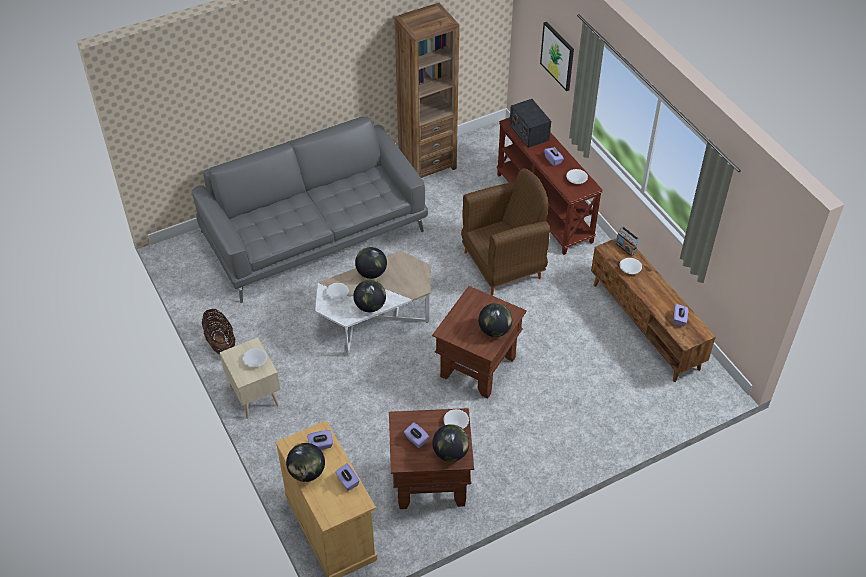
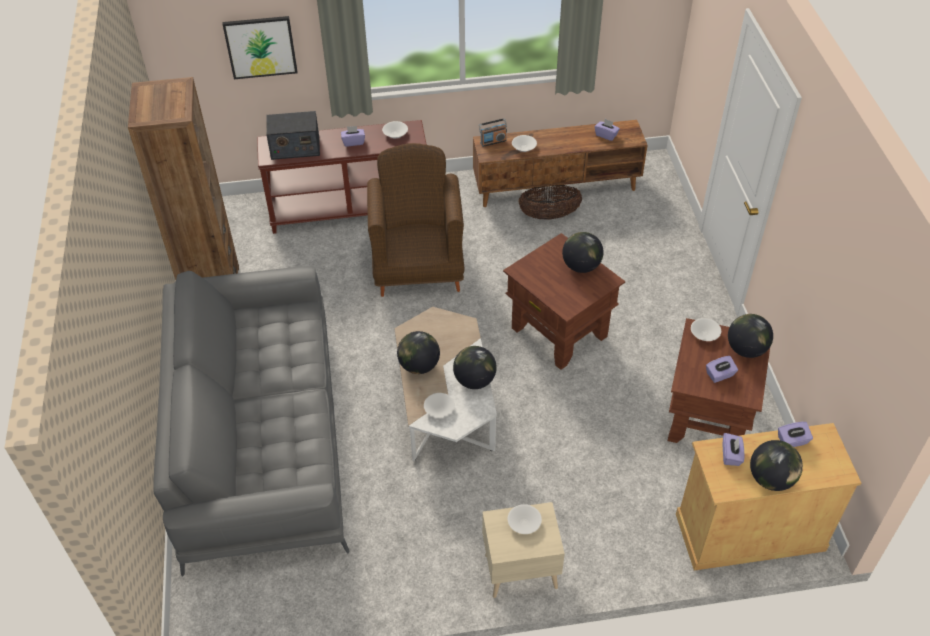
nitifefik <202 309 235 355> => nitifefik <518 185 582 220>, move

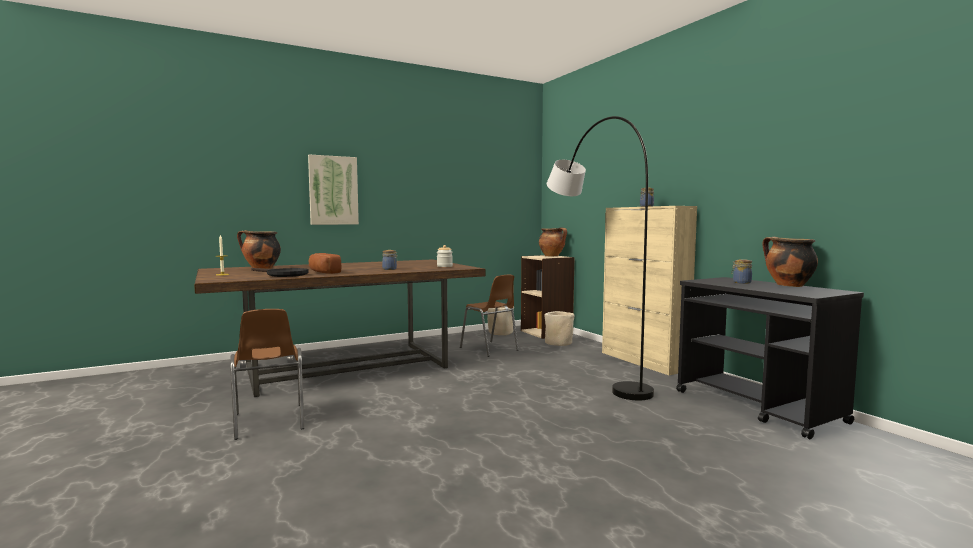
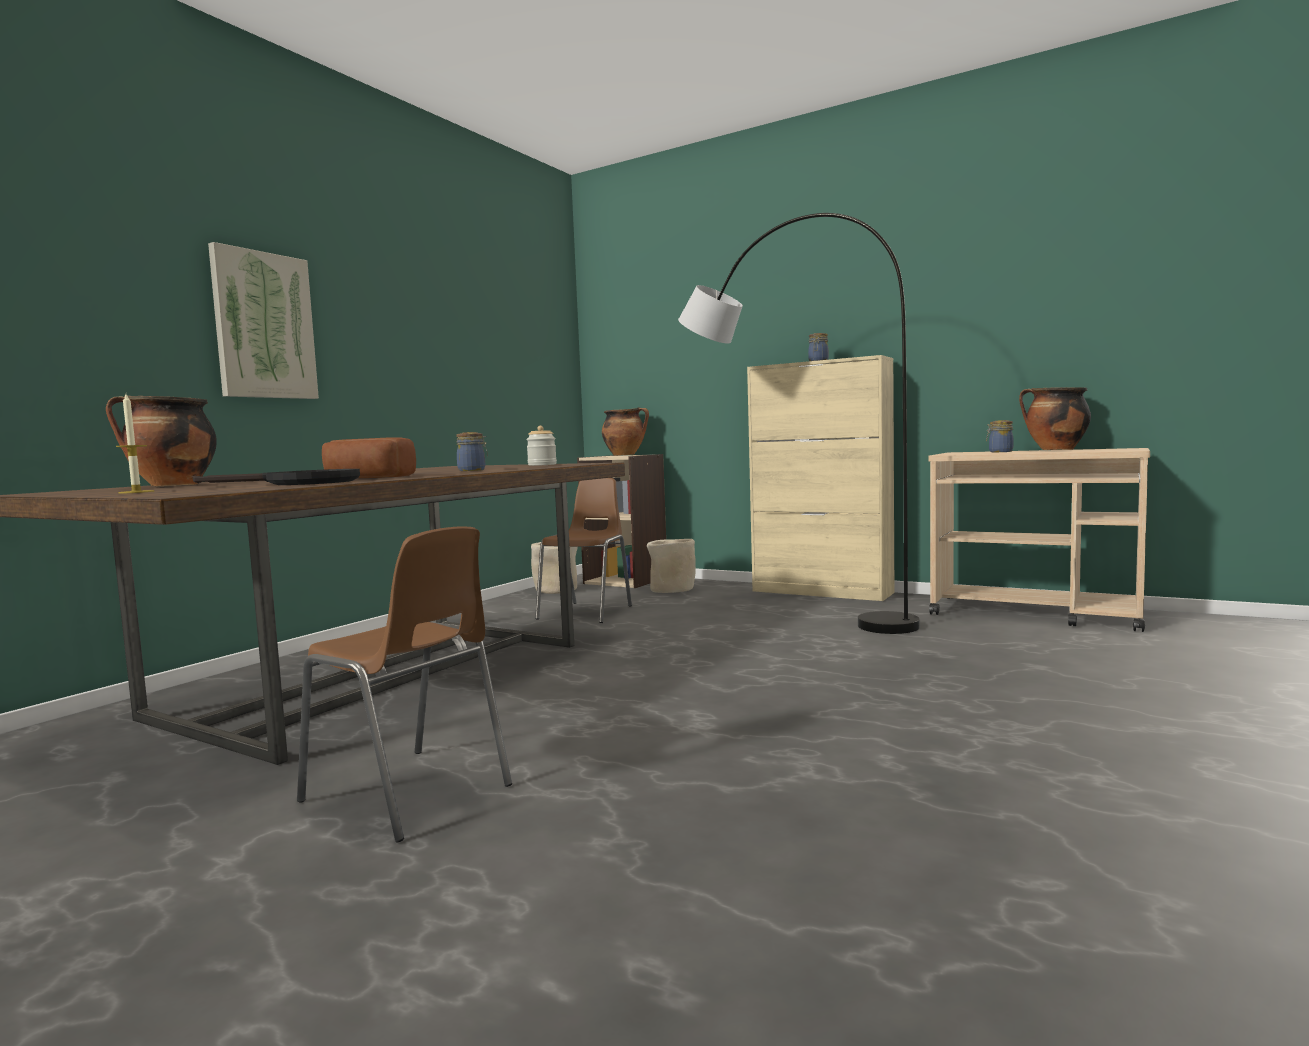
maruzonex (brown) <460 275 519 357> => maruzonex (brown) <535 478 632 623>, 90 degrees counterclockwise
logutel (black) <676 277 864 439> => logutel (beige) <928 448 1150 632>

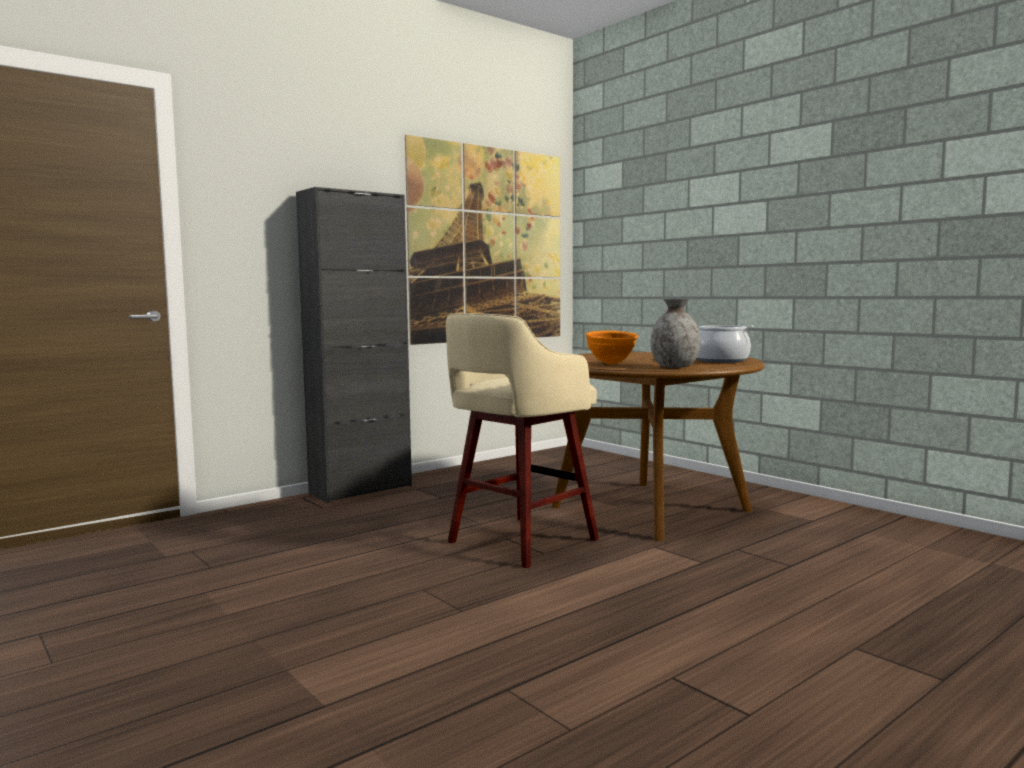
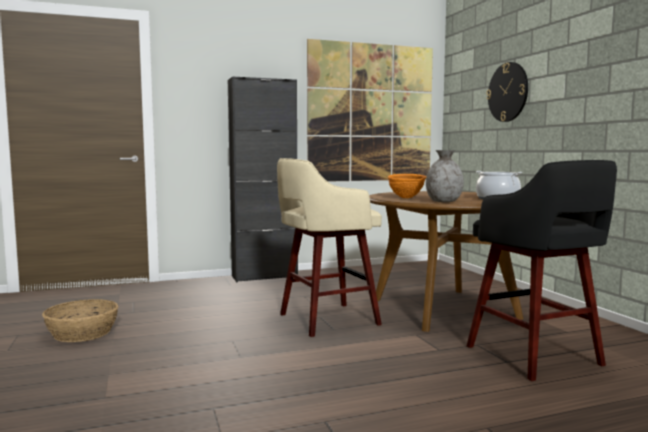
nothing => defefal <486 62 528 122>
nothing => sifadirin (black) <467 160 617 381>
nothing => nitifefik <42 299 118 342>

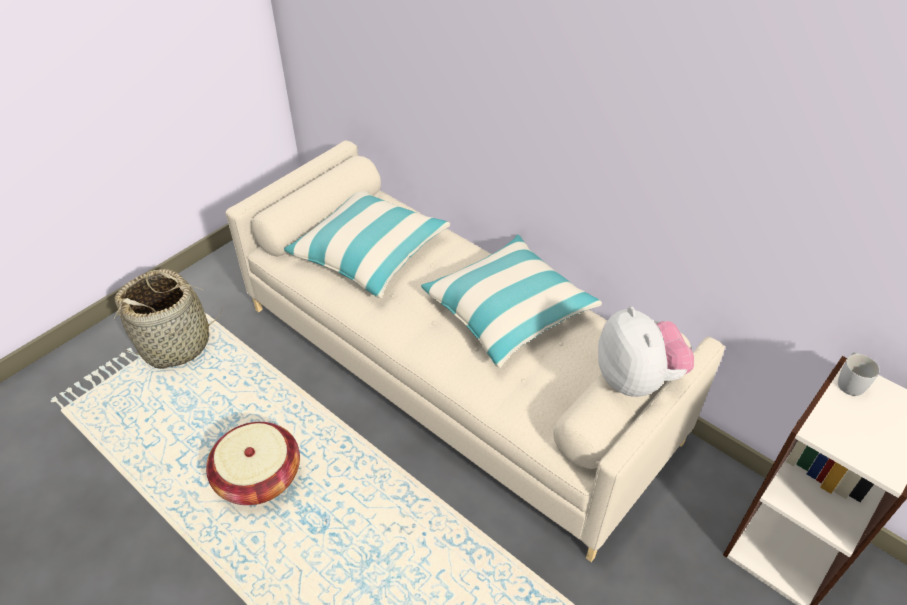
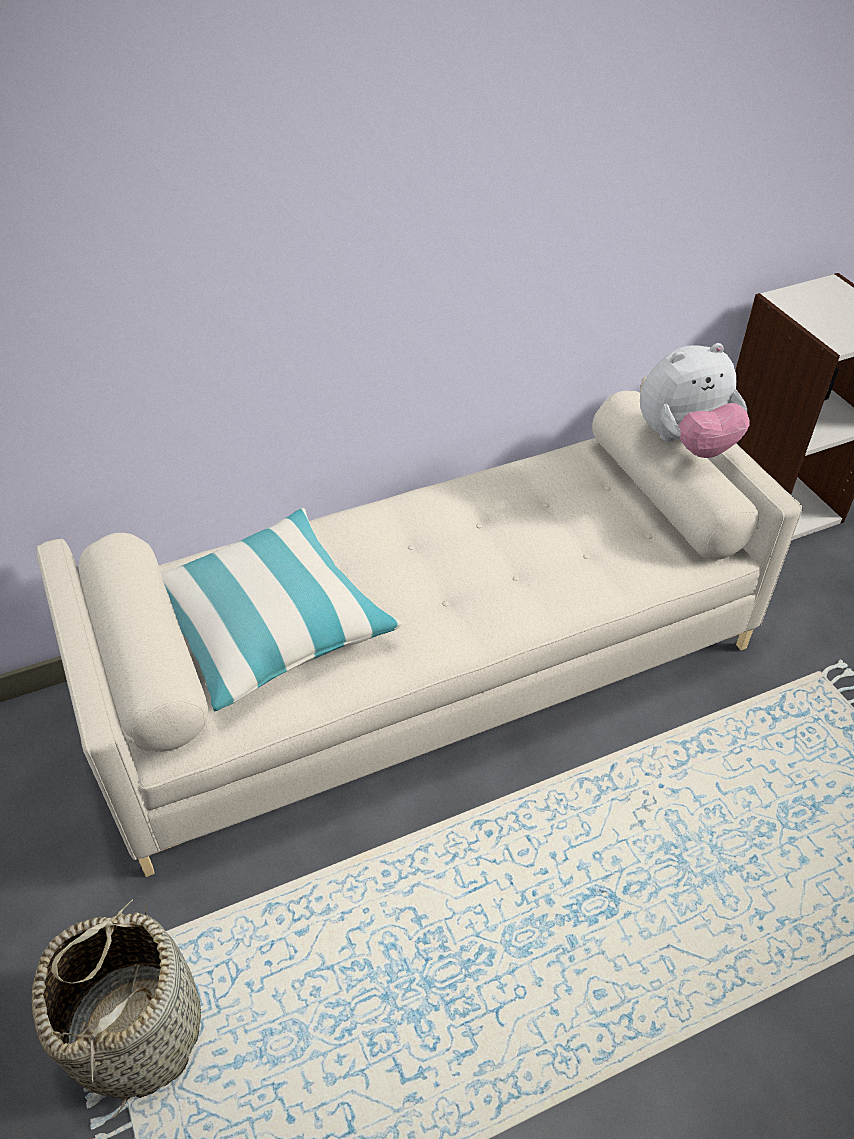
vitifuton <421 235 602 368> => nothing
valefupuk <598 306 694 397> => valefupuk <640 343 750 458>, 150 degrees clockwise
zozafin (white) <838 352 880 396> => nothing
nitifefik <206 422 300 505> => nothing

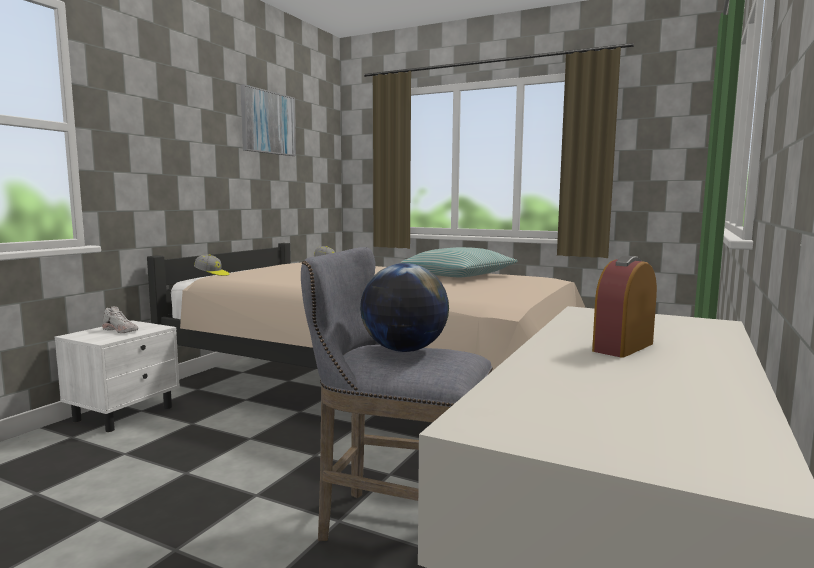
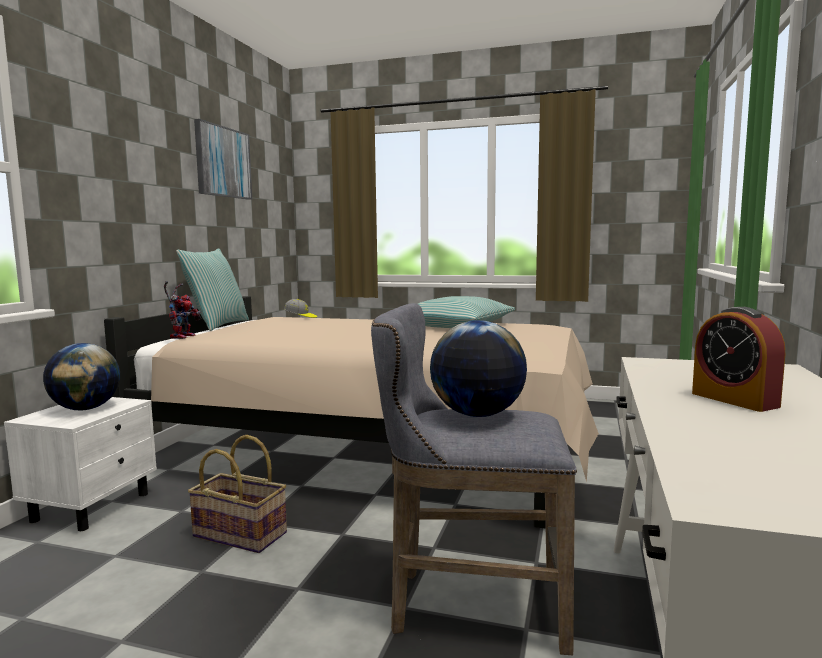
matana <194 254 229 276> => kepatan <164 281 201 339>
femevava <592 255 657 358> => femevava <692 307 785 412>, 60 degrees counterclockwise
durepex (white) <102 307 138 333> => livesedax <43 343 120 410>
nothing => vitifuton <176 248 249 331>
nothing => nitifefik <188 435 287 553>

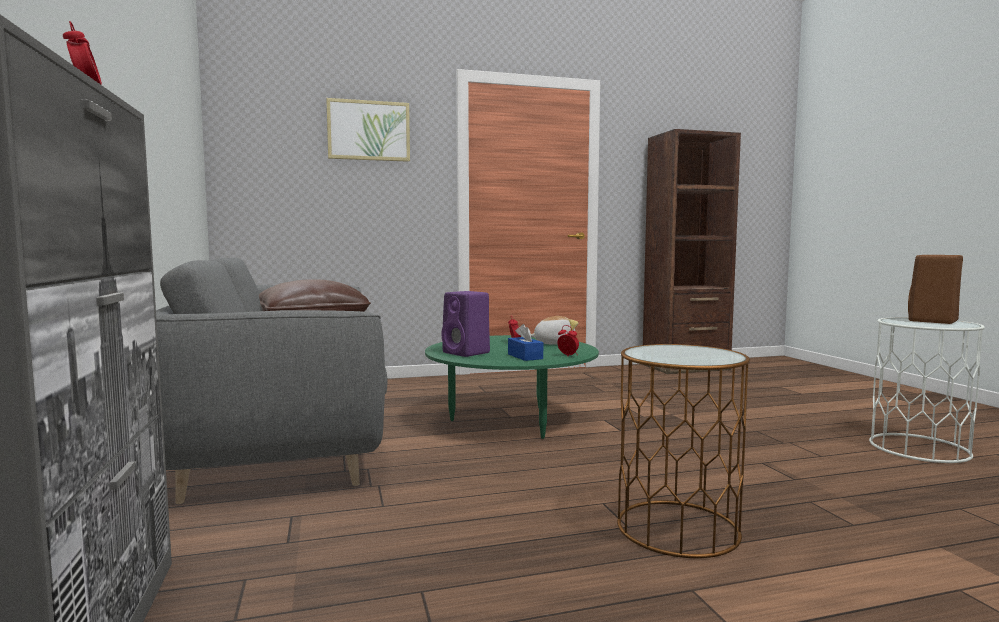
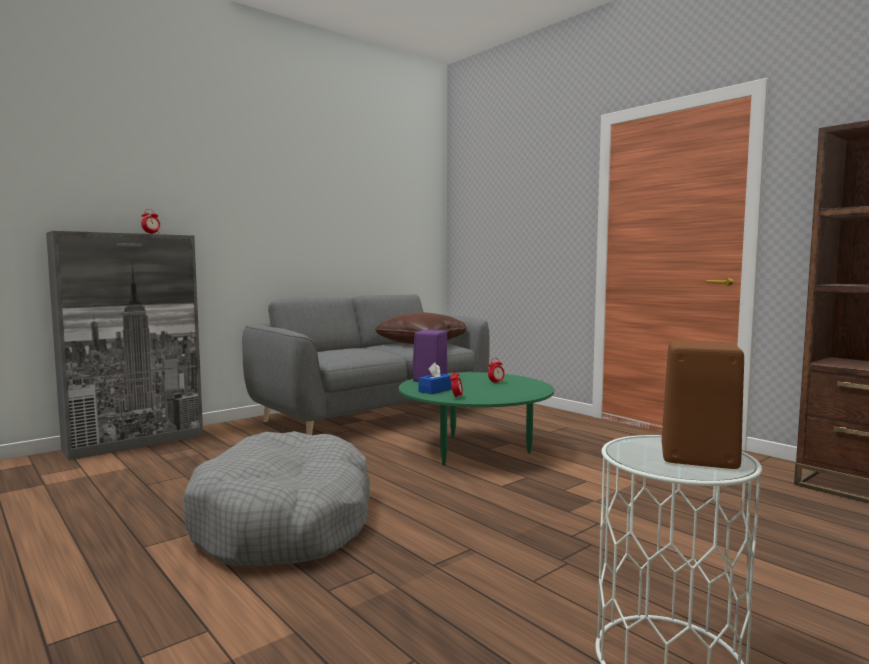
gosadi <326 98 410 162> => nothing
valefupuk <531 316 578 345> => nothing
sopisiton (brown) <617 344 750 558> => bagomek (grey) <182 431 370 566>

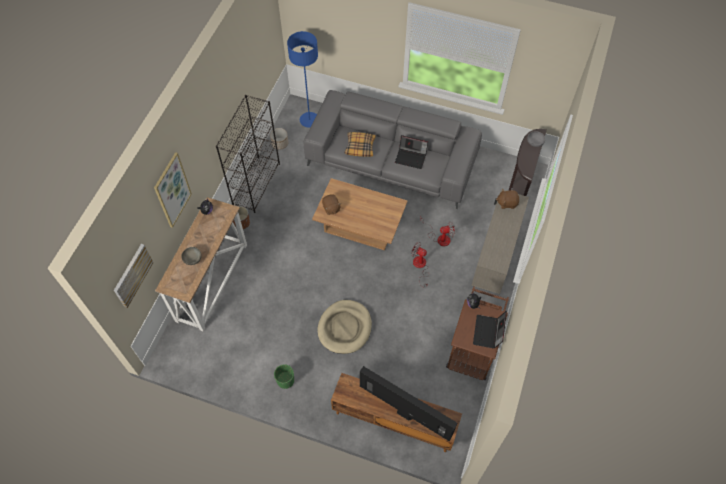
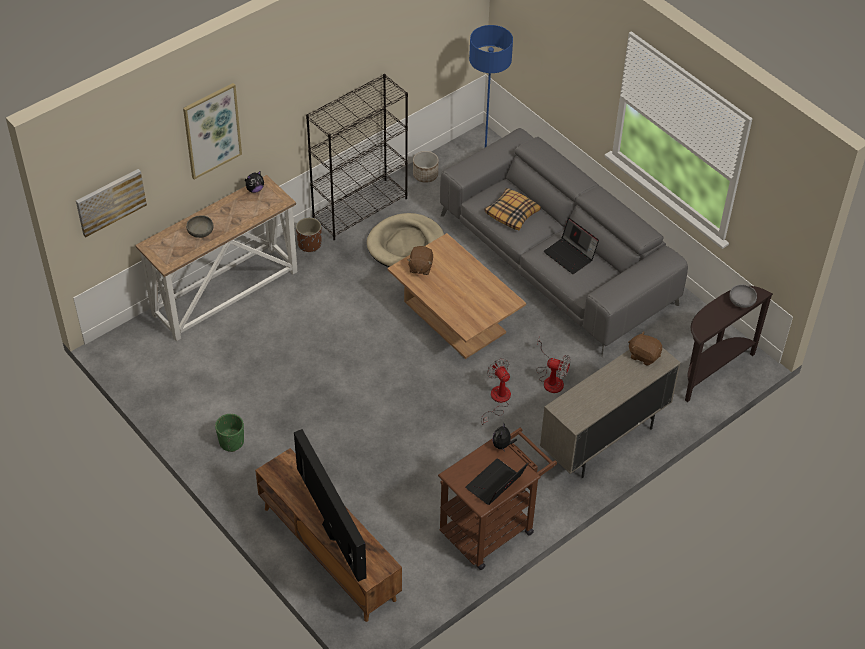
bagomek (beige) <318 300 372 354> => bagomek (beige) <367 213 444 267>, move

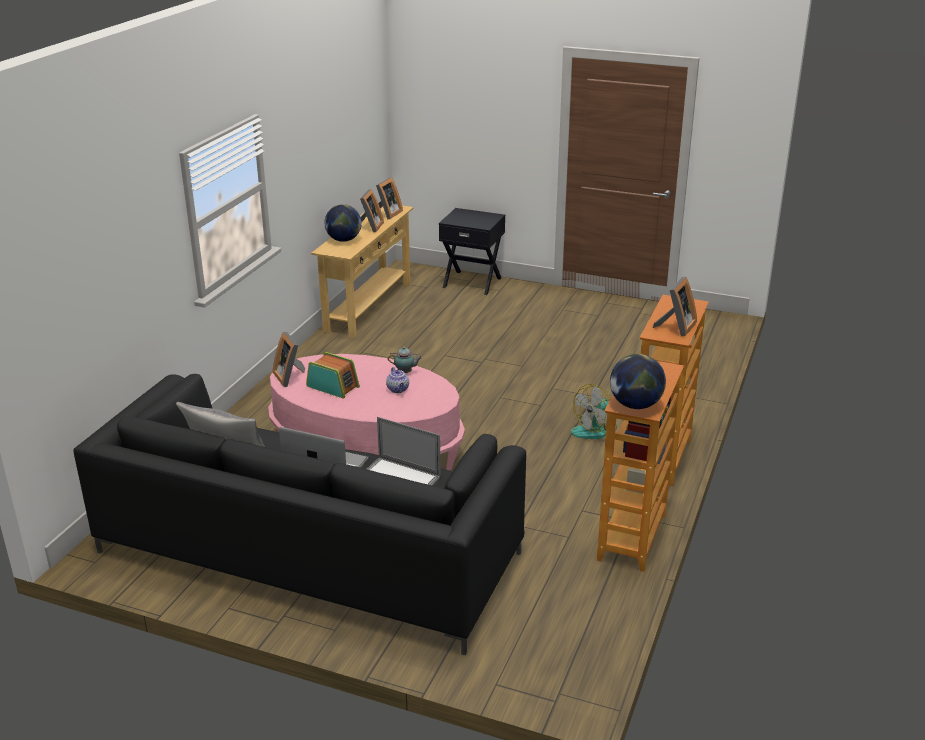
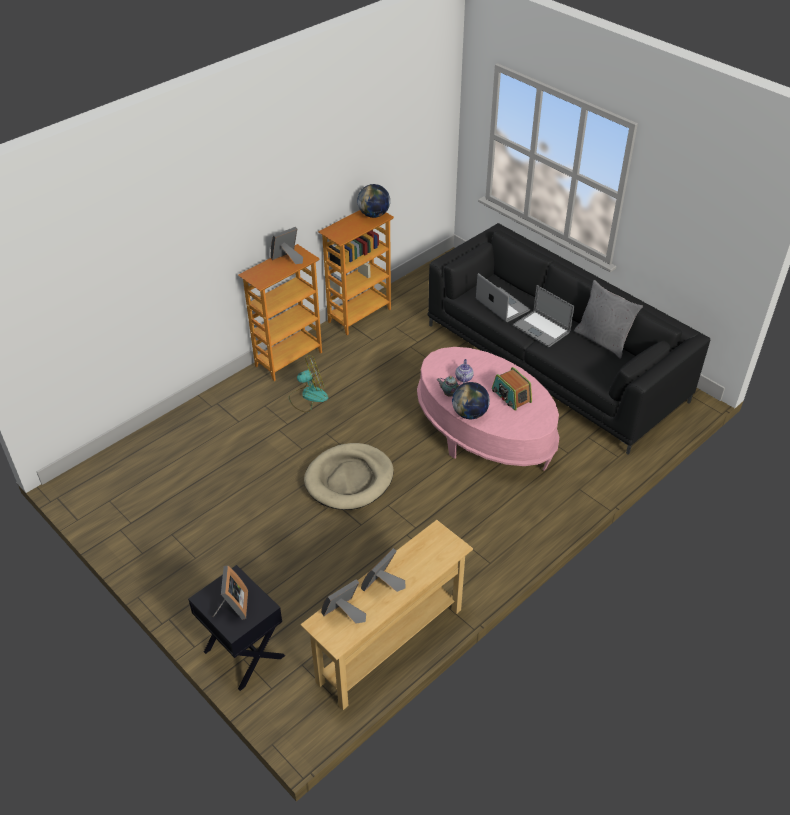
livesedax <325 204 362 242> => livesedax <452 382 490 419>, move
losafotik <273 332 305 387> => losafotik <213 565 248 620>, move
nothing => bagomek (beige) <304 443 394 510>

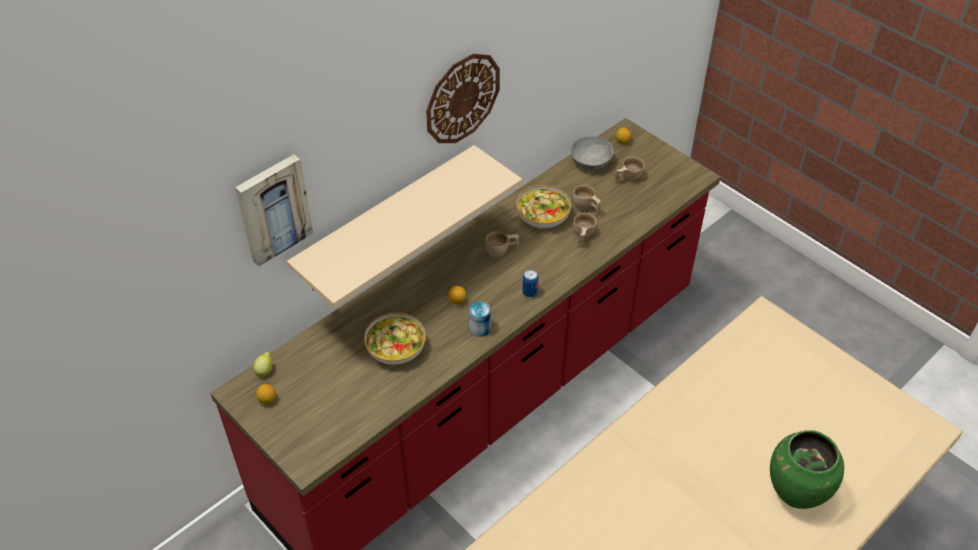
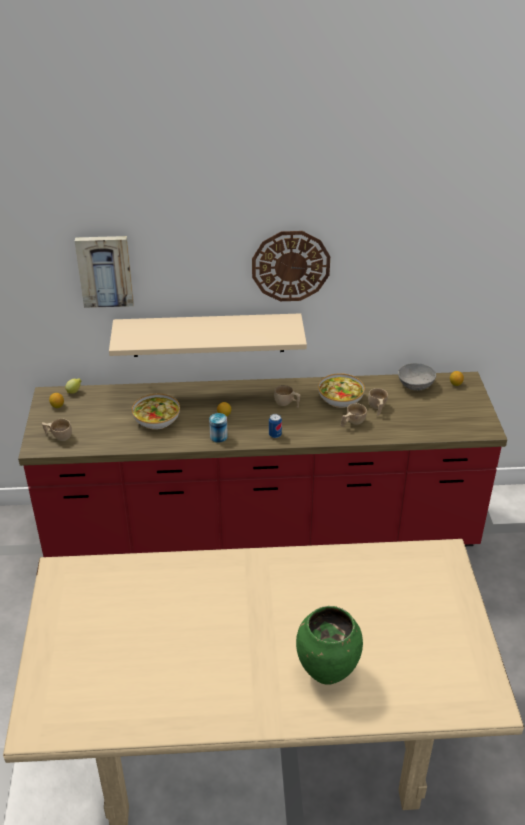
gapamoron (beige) <614 157 645 182> => gapamoron (beige) <42 419 72 441>, move

